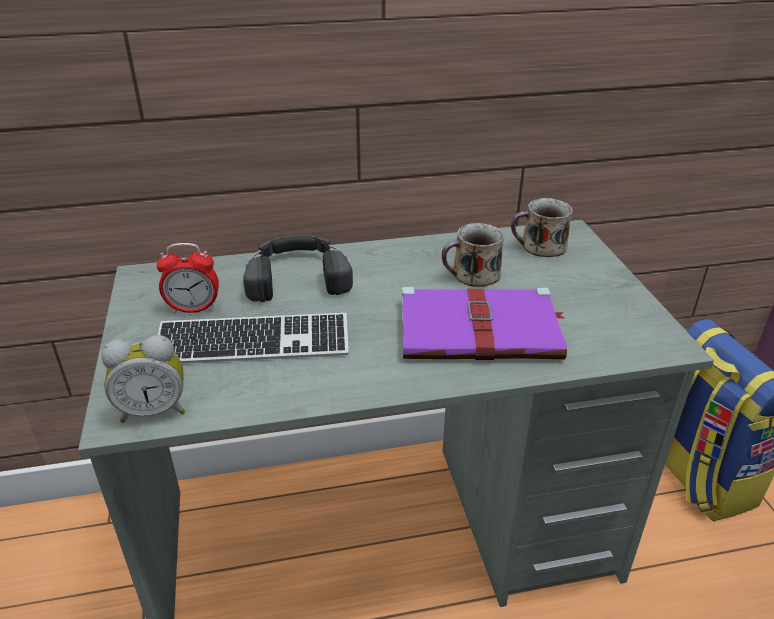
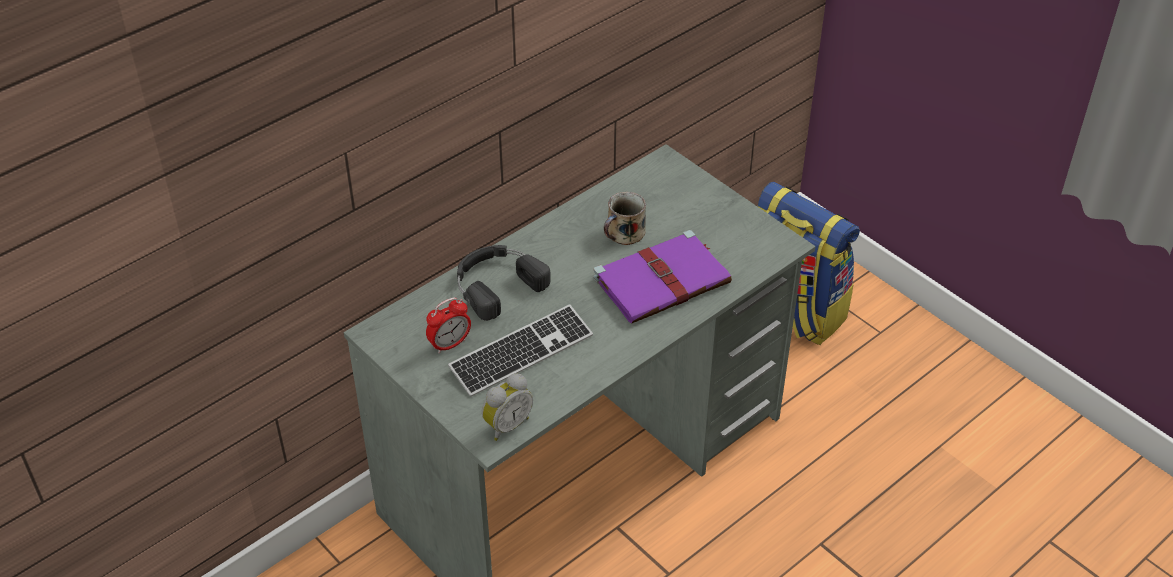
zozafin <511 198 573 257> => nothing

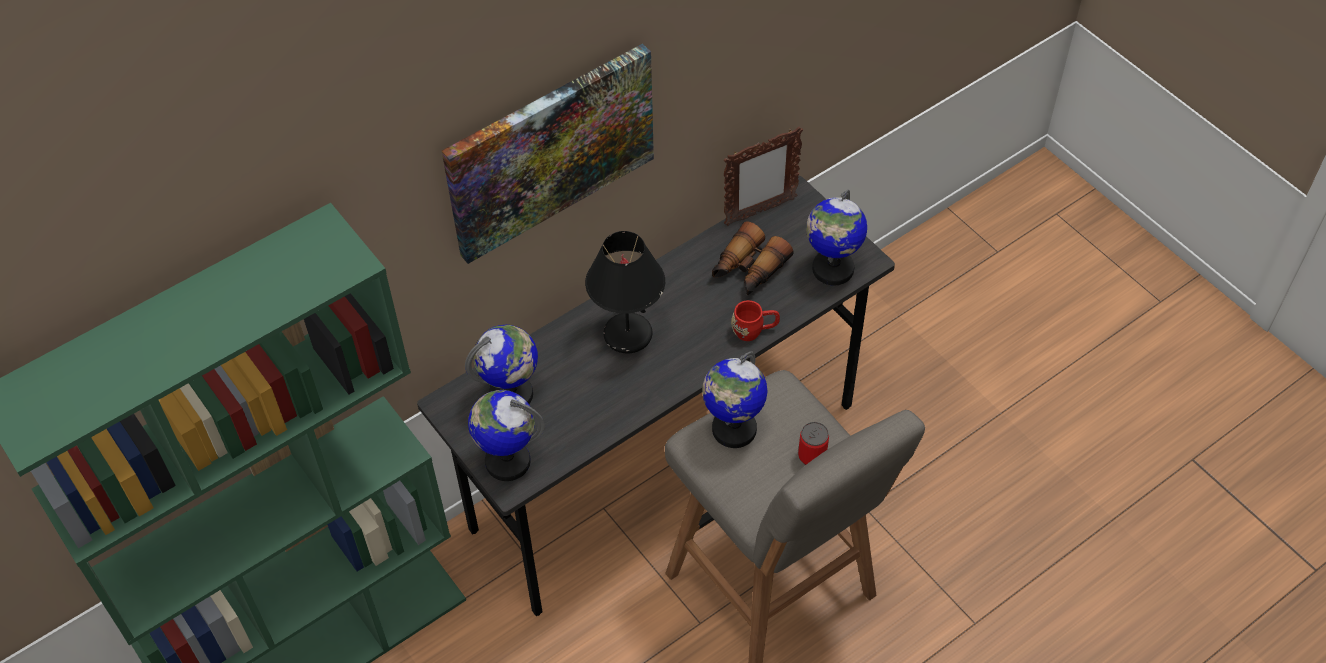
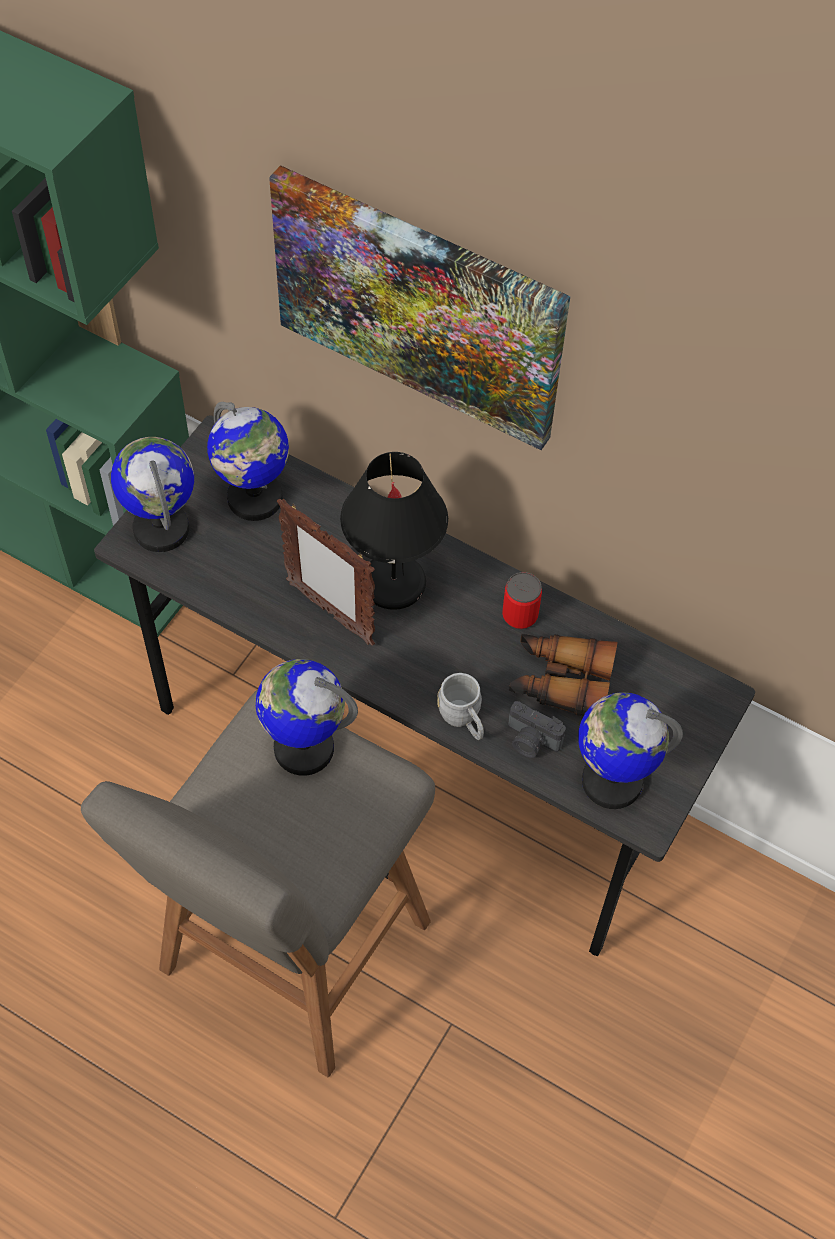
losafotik <724 127 803 226> => losafotik <277 499 375 646>, move
zozafin (red) <731 300 780 341> => zozafin (grey) <437 673 484 740>
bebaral <798 422 829 465> => bebaral <502 572 542 629>, move
nothing => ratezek <508 701 566 758>

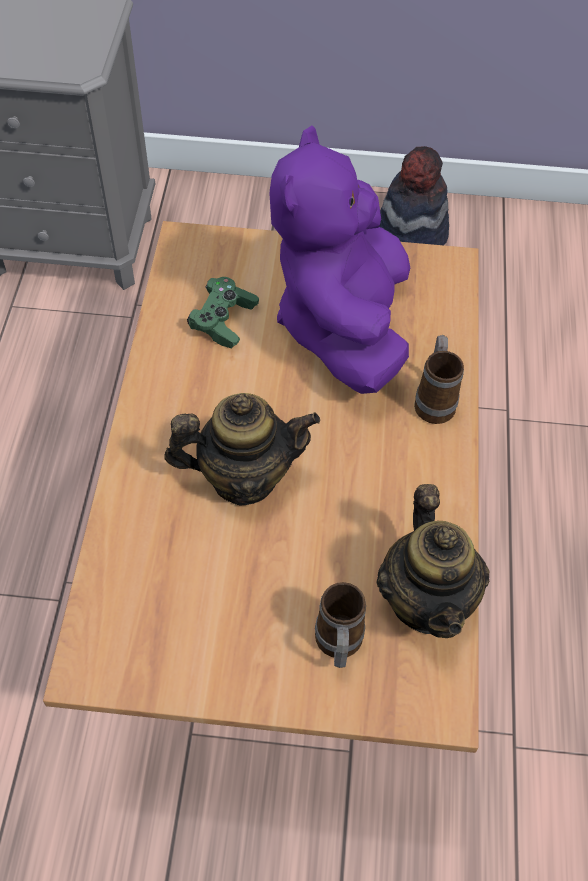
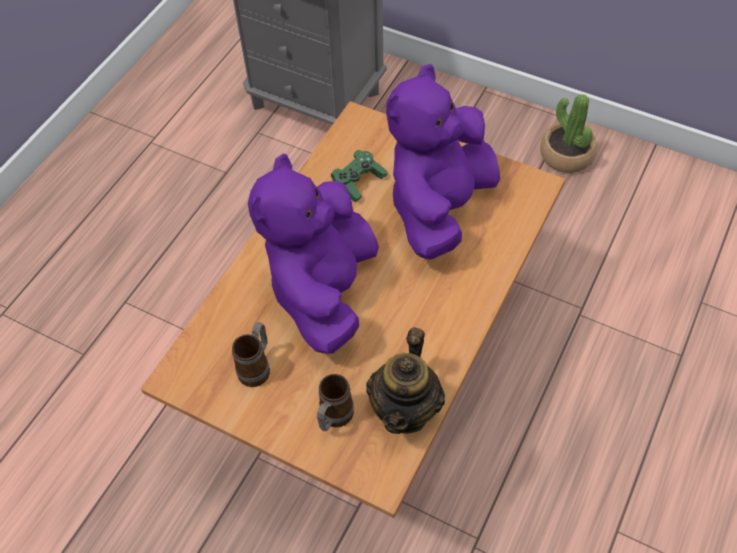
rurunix <379 146 449 245> => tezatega <540 94 597 173>
zozafin <414 335 464 424> => zozafin <232 322 270 387>, move
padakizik <164 393 320 505> => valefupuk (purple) <248 154 379 354>

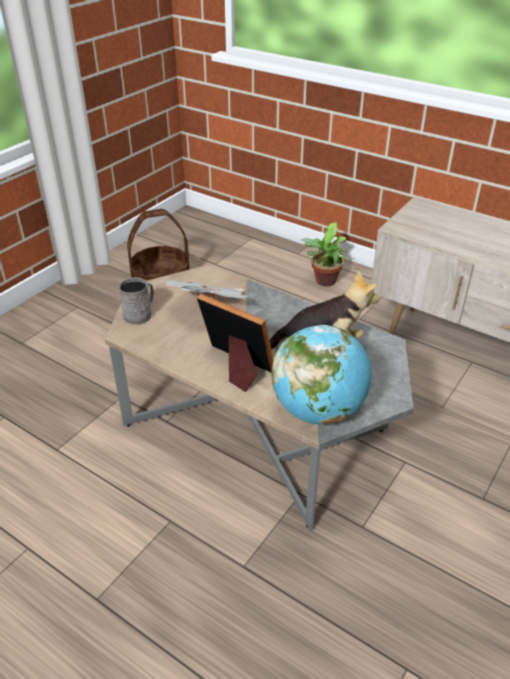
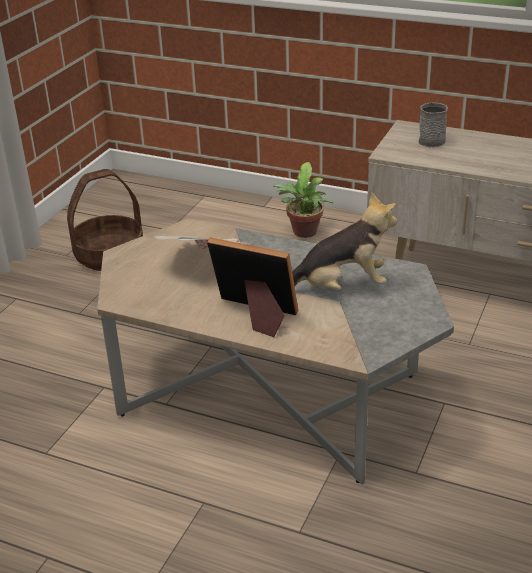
zozafin (grey) <119 277 154 325> => zozafin (grey) <419 102 448 147>, move
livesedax <271 325 371 424> => nothing

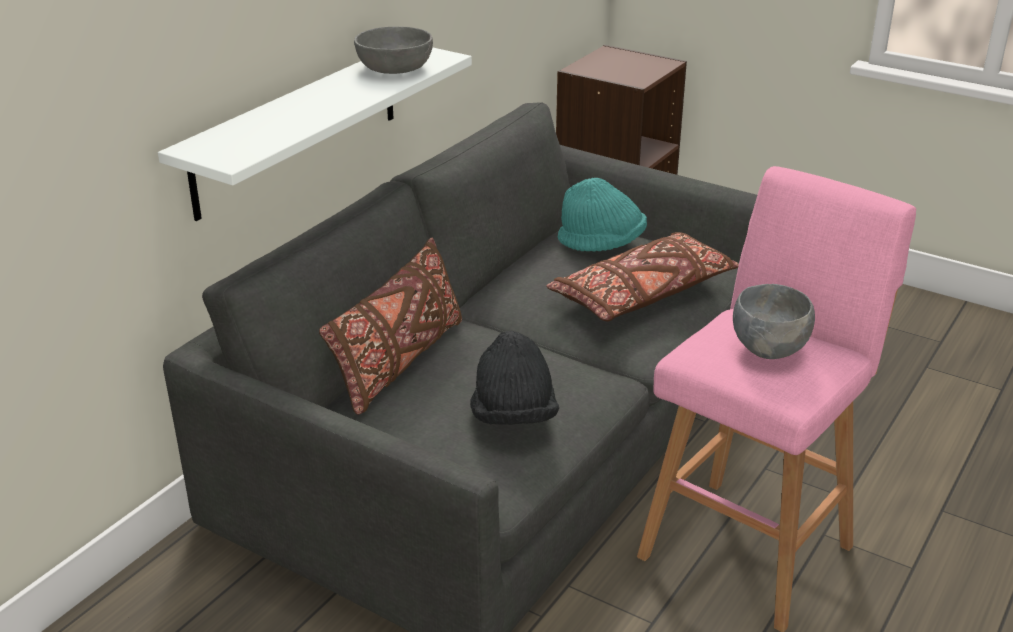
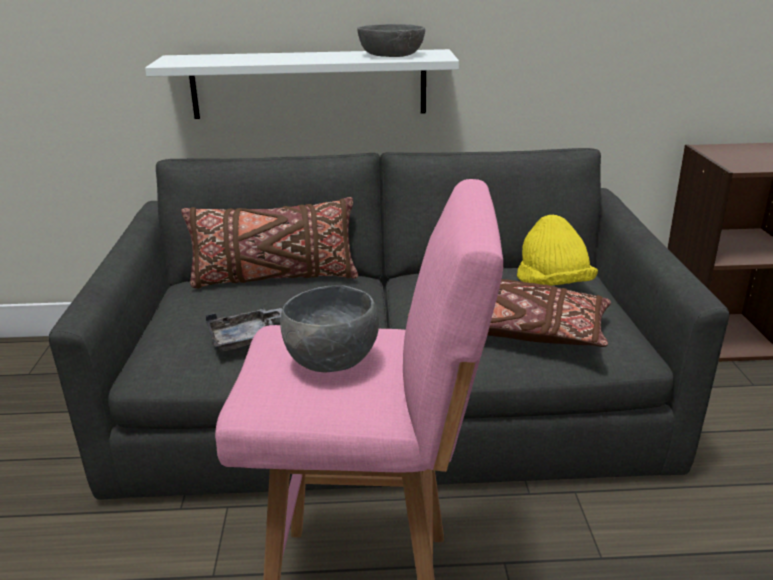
rurunix (turquoise) <558 178 647 252> => rurunix (yellow) <517 215 598 286>
rurunix (black) <470 331 559 425> => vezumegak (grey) <206 308 282 351>

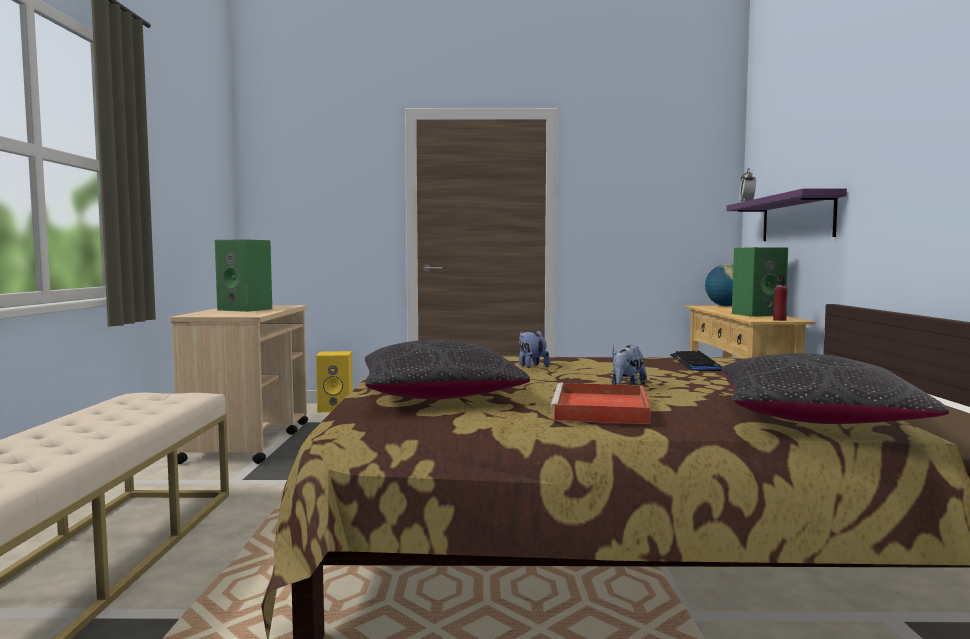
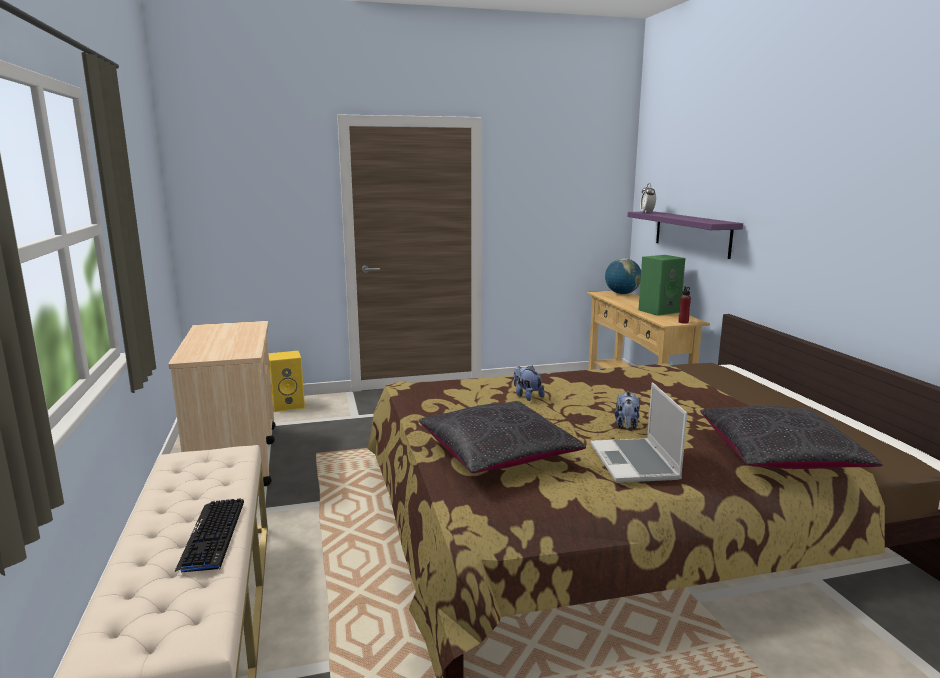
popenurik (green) <215 239 272 312> => nothing
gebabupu <670 351 722 371> => gebabupu <174 498 244 572>, move
vezumegak (red) <550 383 650 424> => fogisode <590 382 687 483>

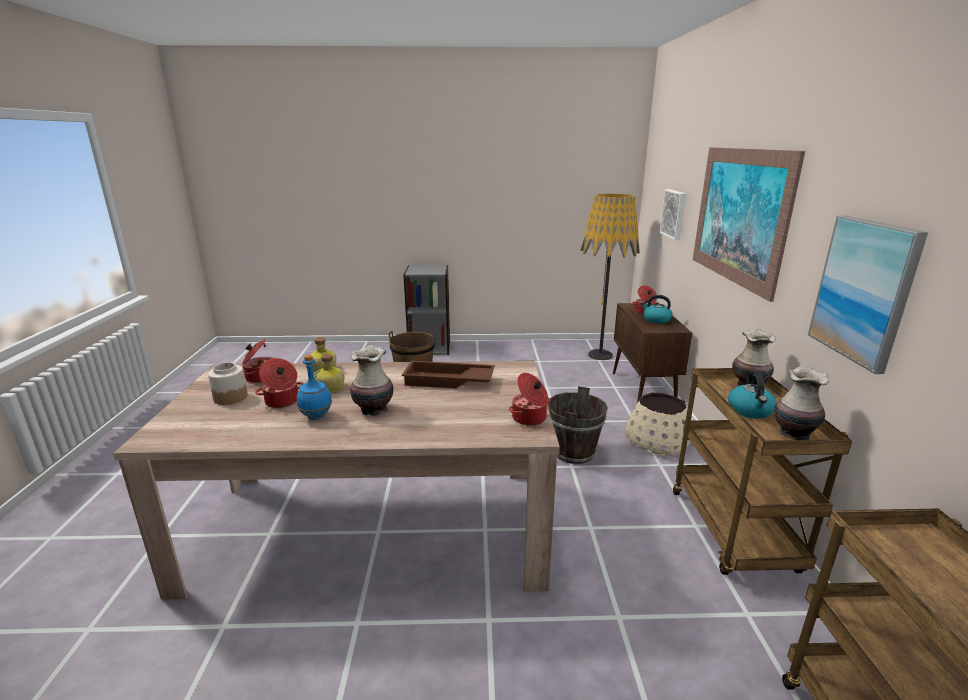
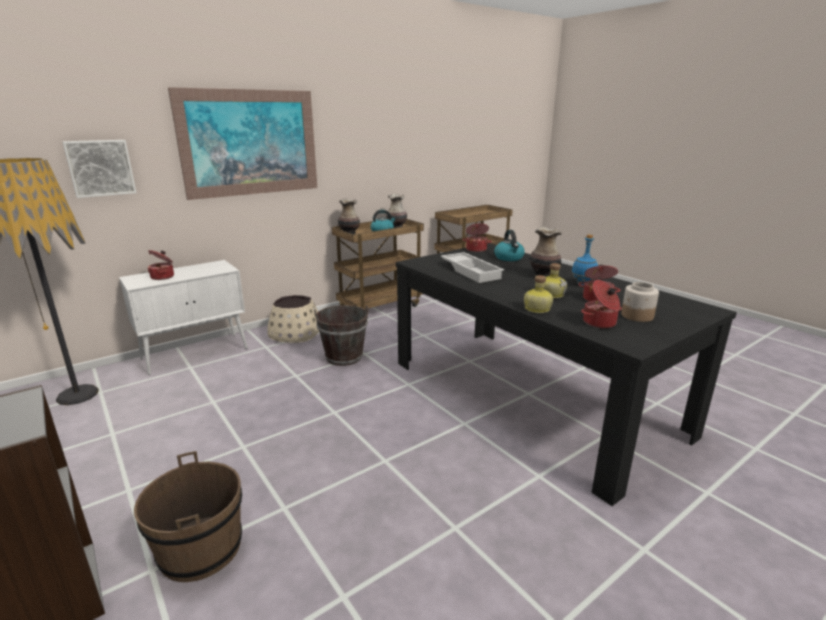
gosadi <808 215 928 374> => nothing
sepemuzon <641 295 672 323> => sepemuzon <494 230 525 261>, move
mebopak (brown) <613 303 692 403> => mebopak (white) <119 260 248 375>
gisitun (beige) <113 361 560 600> => gisitun (black) <396 243 737 506>
vezumegak (brown) <402 361 495 388> => vezumegak (white) <441 252 504 283>

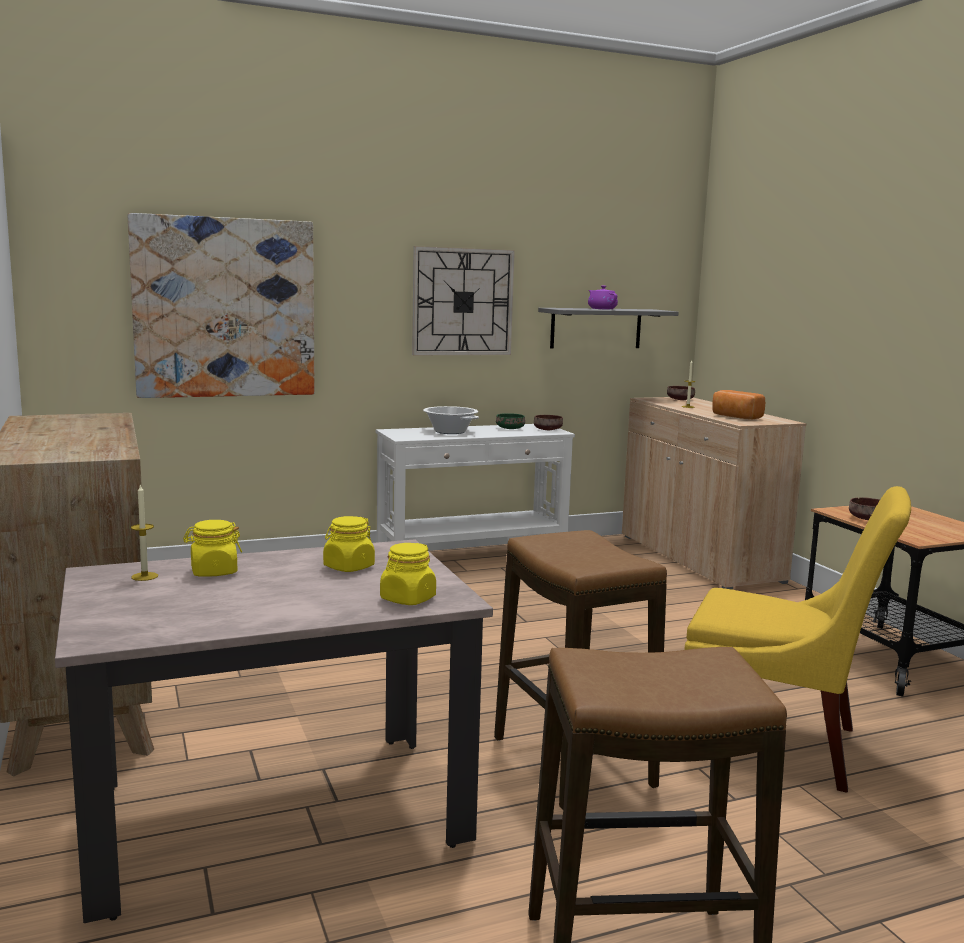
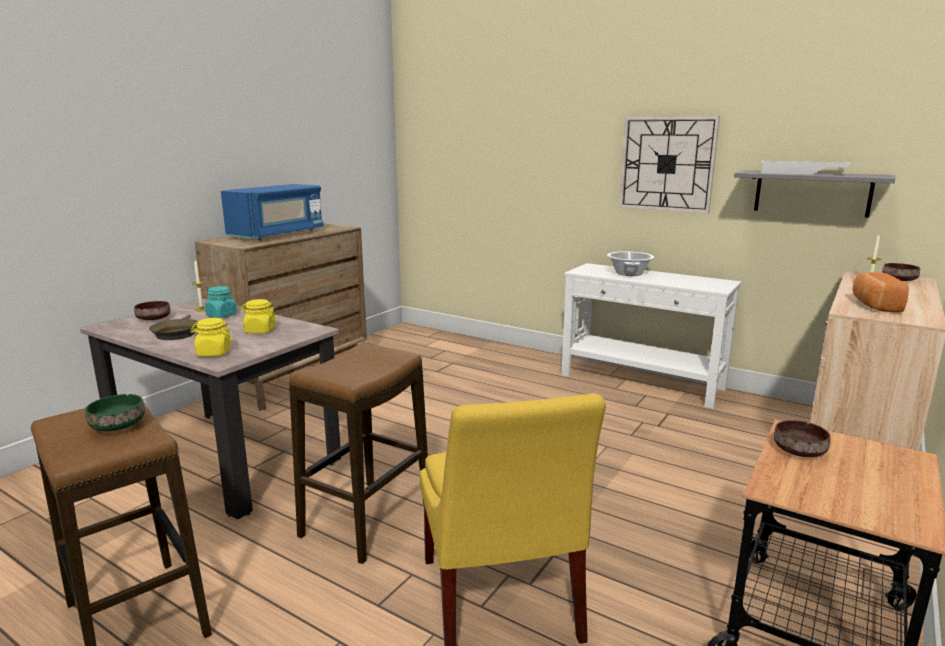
gosadi <128 213 315 398> => nothing
padakizik (purple) <588 286 618 309> => vezumegak (white) <761 161 851 175>
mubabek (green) <496 413 525 429> => mubabek (green) <85 394 145 431>, move
mubabek (brown) <534 415 563 430> => mubabek (brown) <134 301 171 320>, move
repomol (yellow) <183 520 242 577> => repomol (turquoise) <205 286 237 318>
nothing => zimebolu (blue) <221 184 324 240>
nothing => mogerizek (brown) <149 315 198 340>

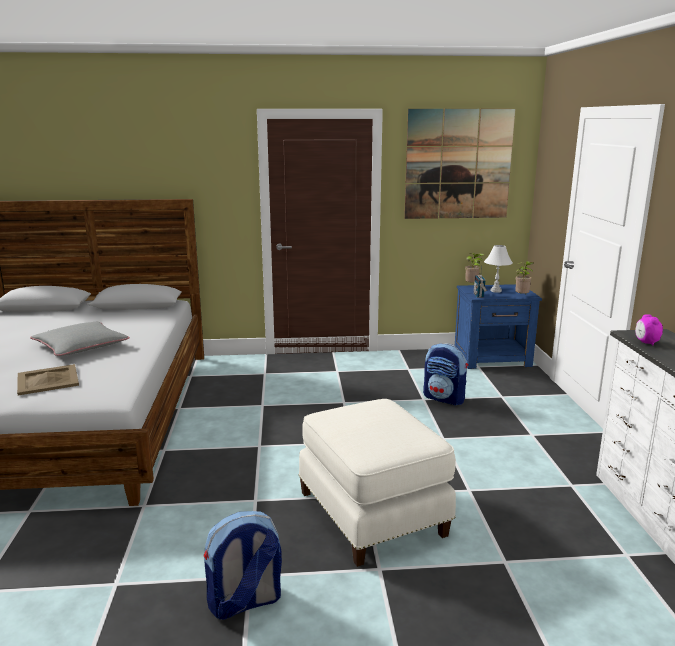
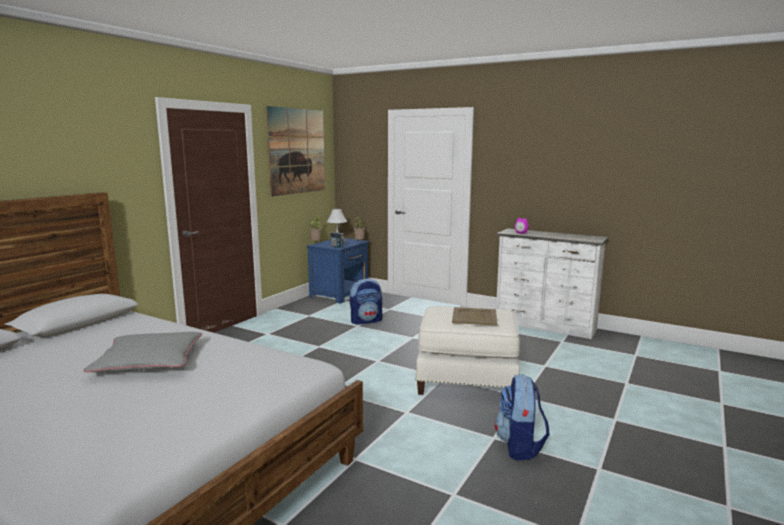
vezumegak (beige) <17 364 79 396> => vezumegak (beige) <452 307 497 326>, move

